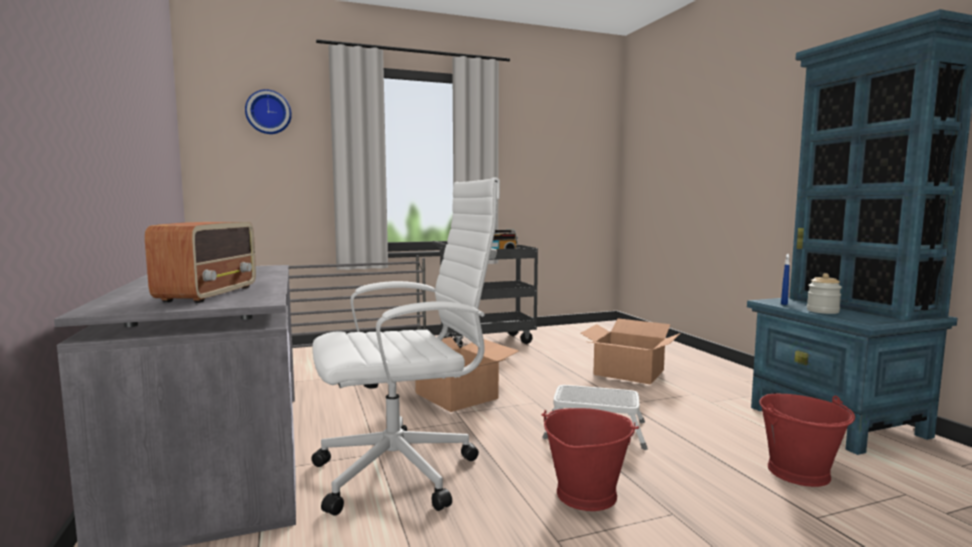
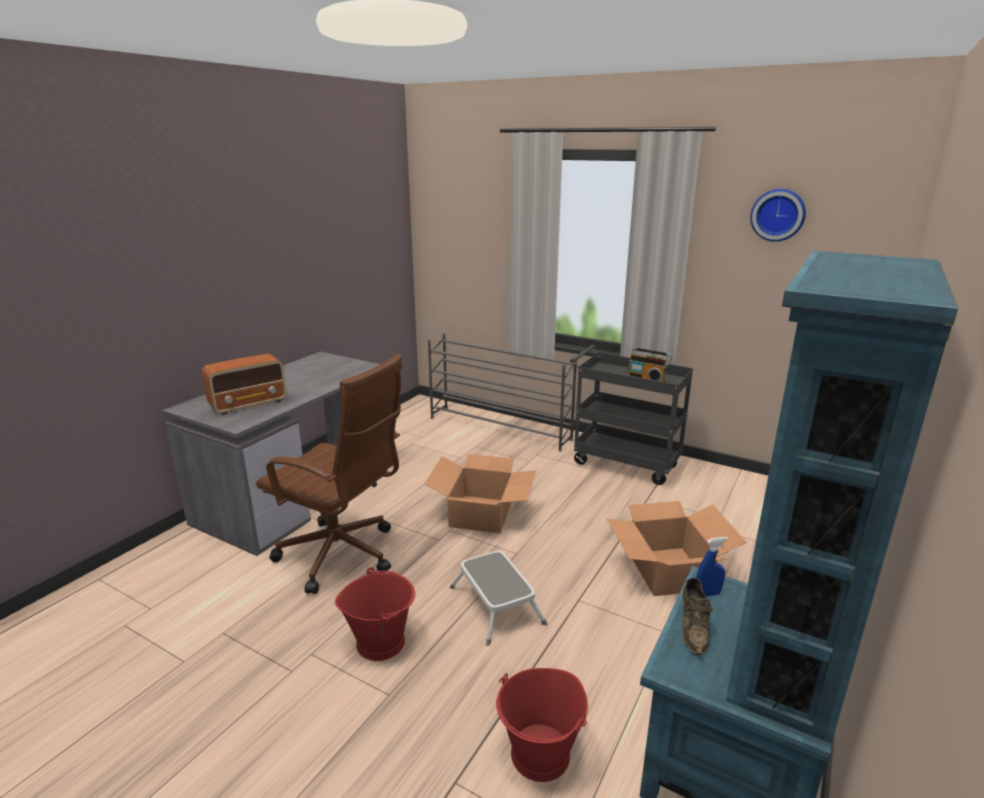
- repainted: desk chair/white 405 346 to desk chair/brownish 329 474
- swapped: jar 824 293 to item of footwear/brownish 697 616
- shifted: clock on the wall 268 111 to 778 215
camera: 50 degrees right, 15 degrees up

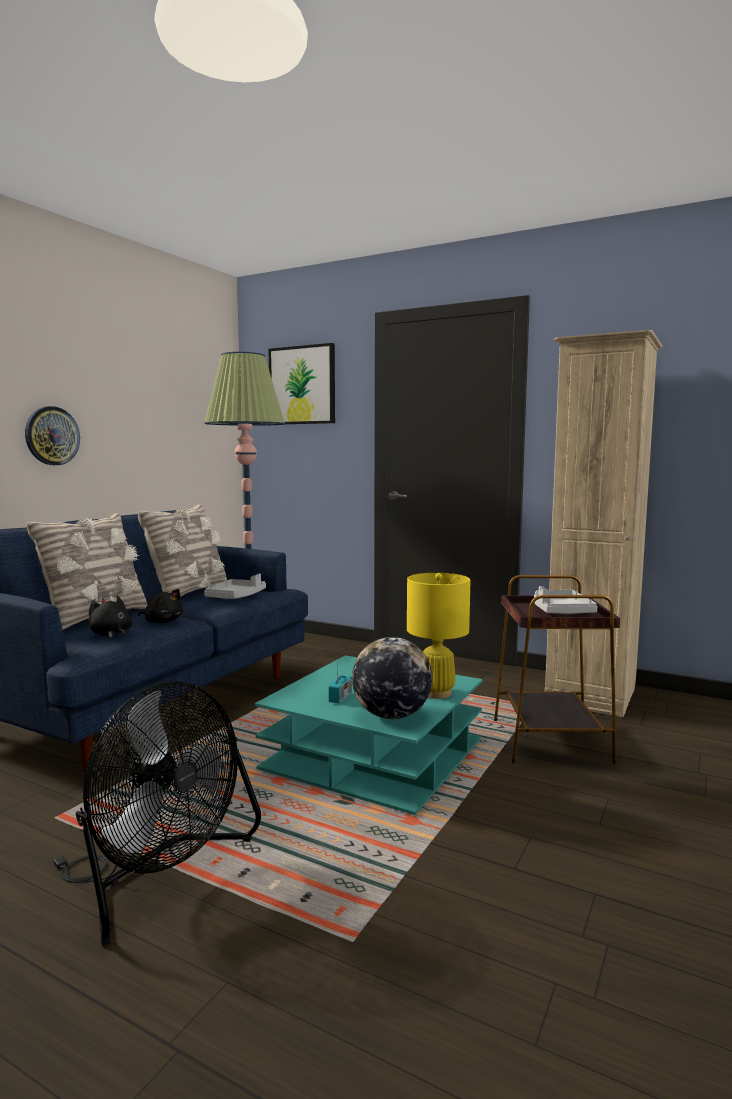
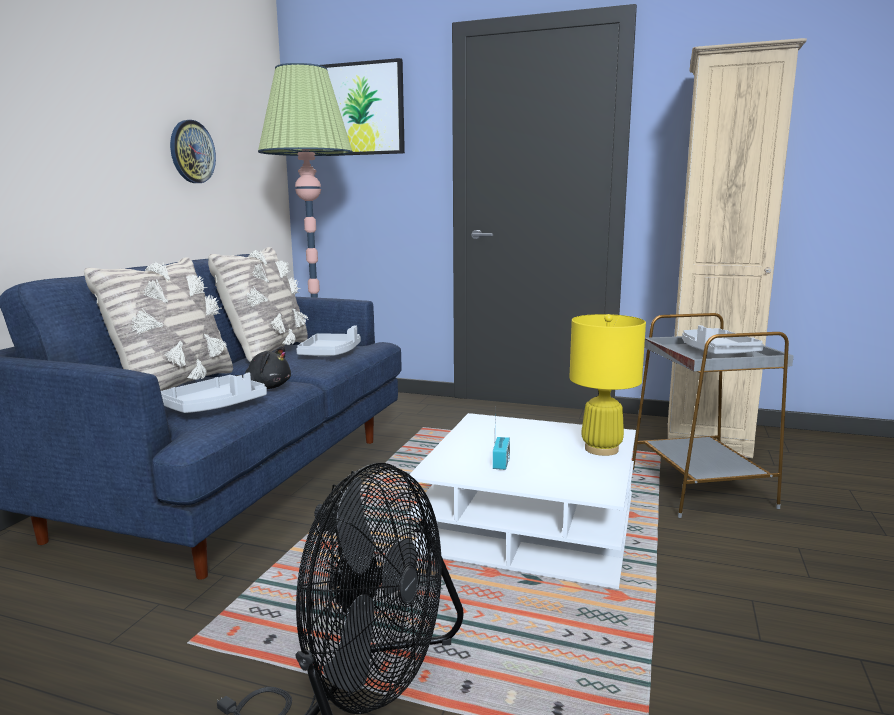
- swapped: plush toy/black 110 617 to carrying tray/gray 214 392
- shifted: clock on the wall 52 435 to 193 151
- repainted: lounge table/blue-green 369 735 to lounge table/white 522 501
- repainted: side table/brownish 557 669 to side table/gray 713 415
- gone: globe 392 678
camera: 10 degrees left, 5 degrees up

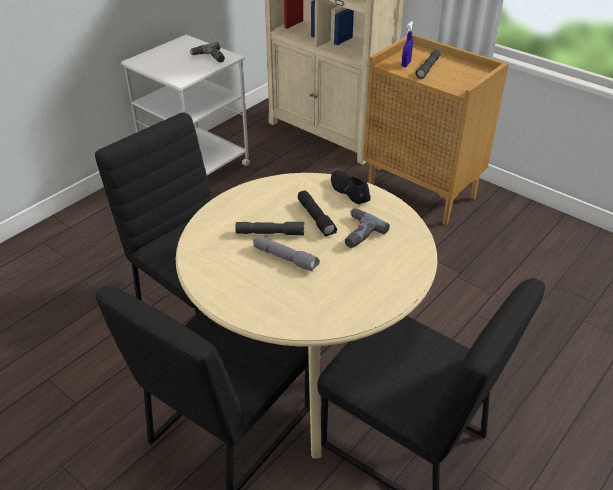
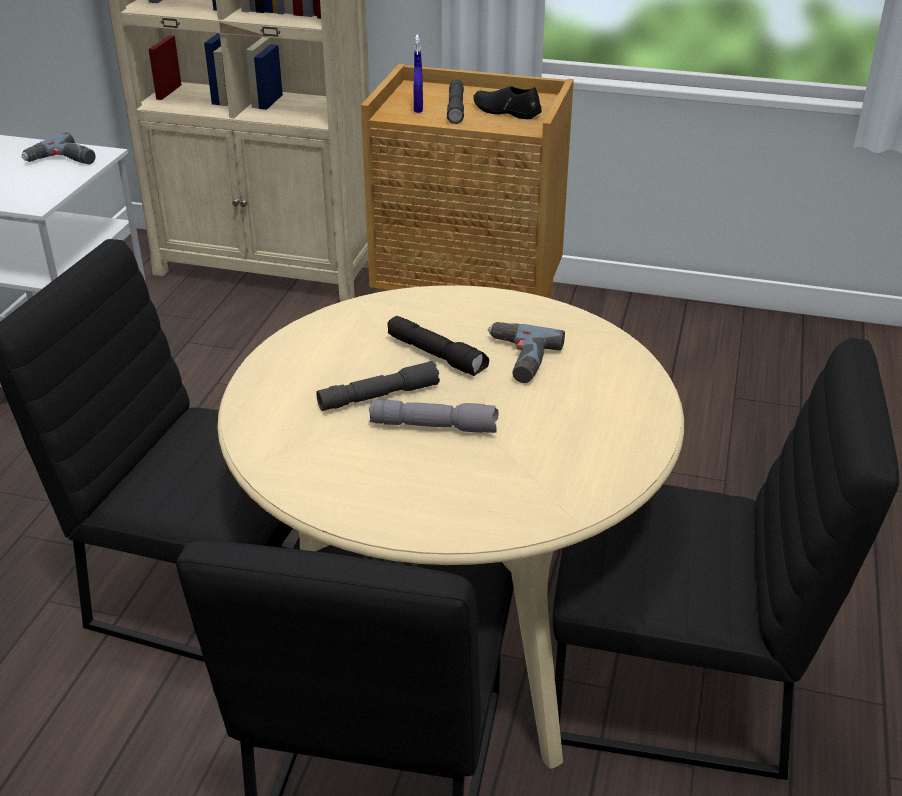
- shifted: item of footwear/black 350 187 to 507 102
camera: 25 degrees left, 5 degrees down

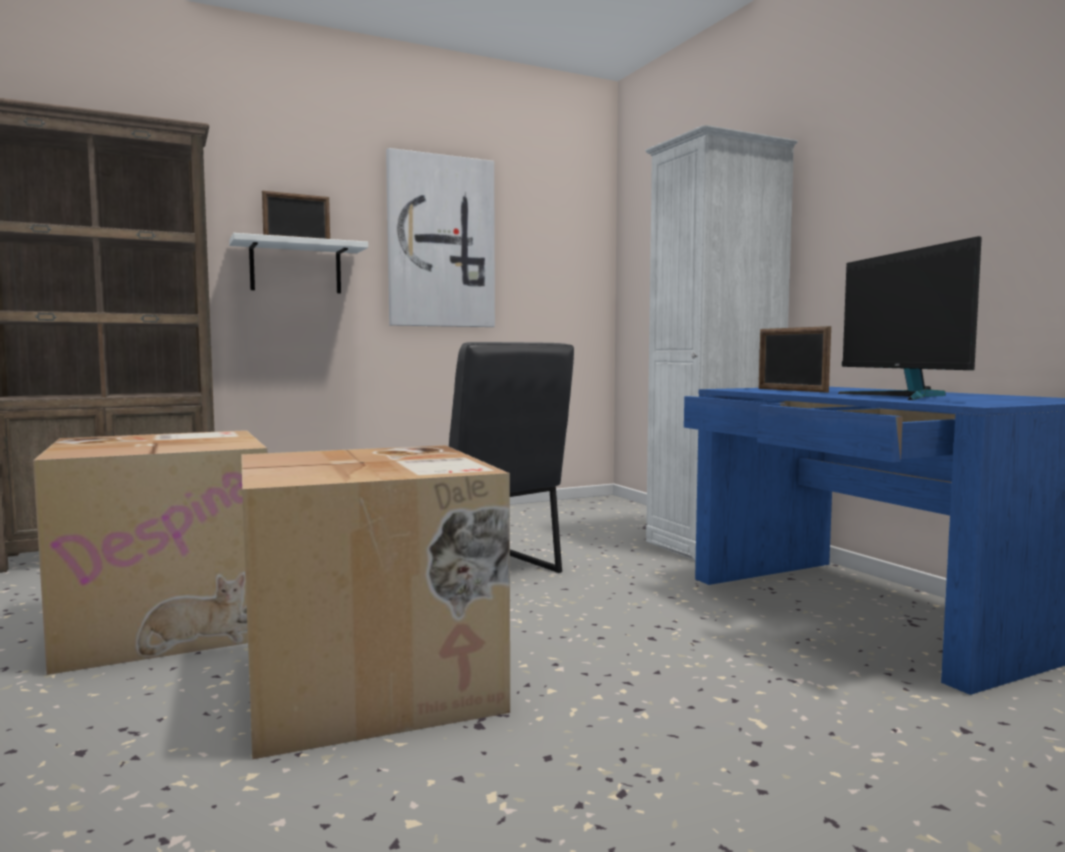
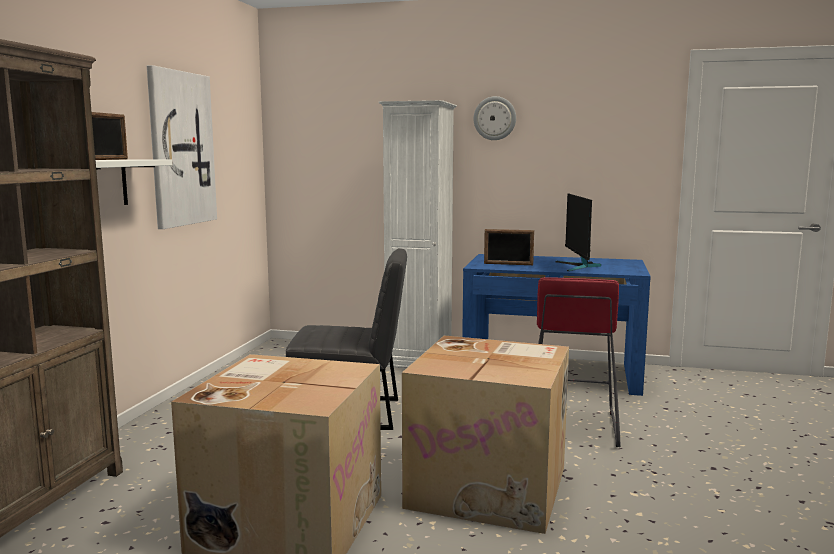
- new: clock on the wall 494 118
- new: sitting stool/reddish 579 362
- rotated: computer screen 910 318 = 578 232 60 degrees clockwise
camera: 50 degrees left, 5 degrees up

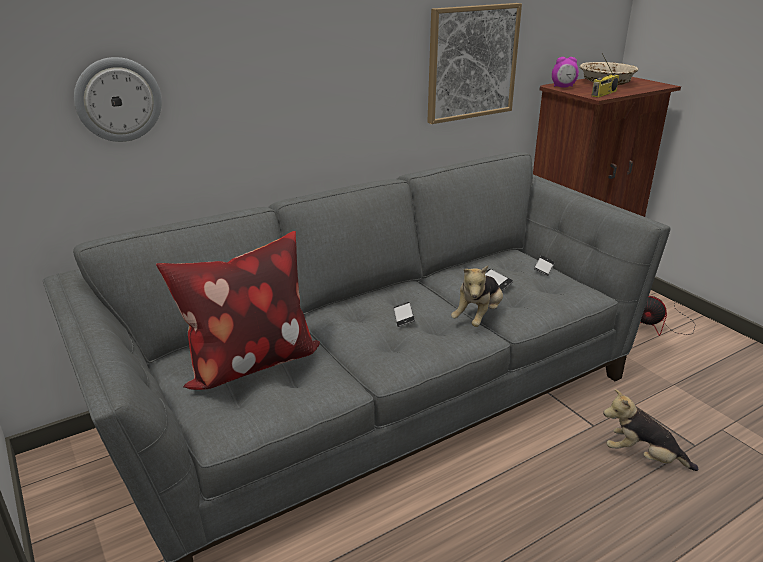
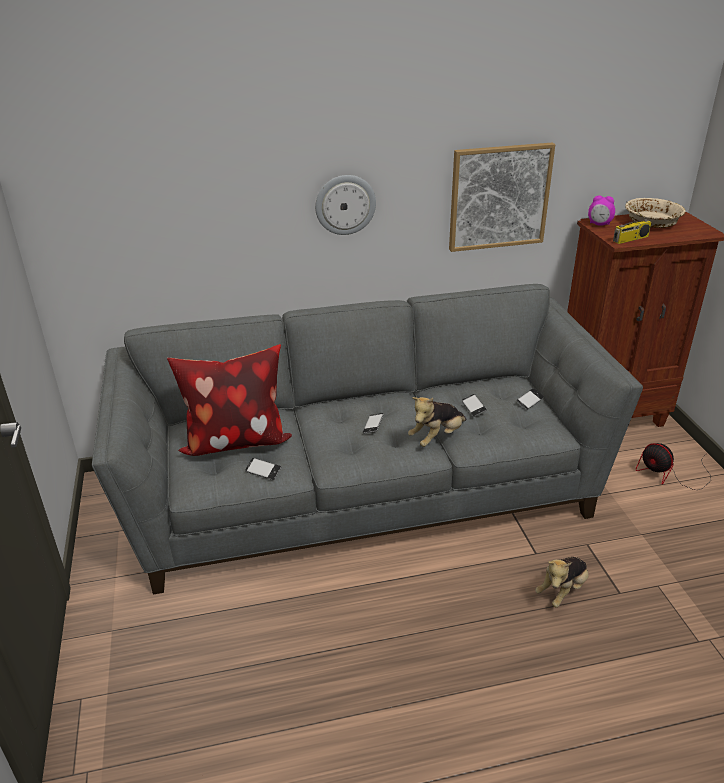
- new: phone 263 469
- shifted: clock on the wall 118 99 to 345 205
- rotated: plush toy 650 430 = 561 582 90 degrees counterclockwise
camera: 20 degrees right, 5 degrees up

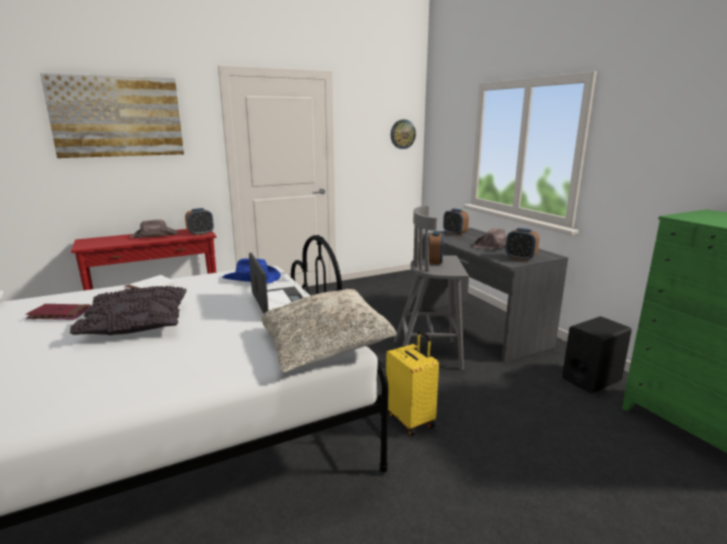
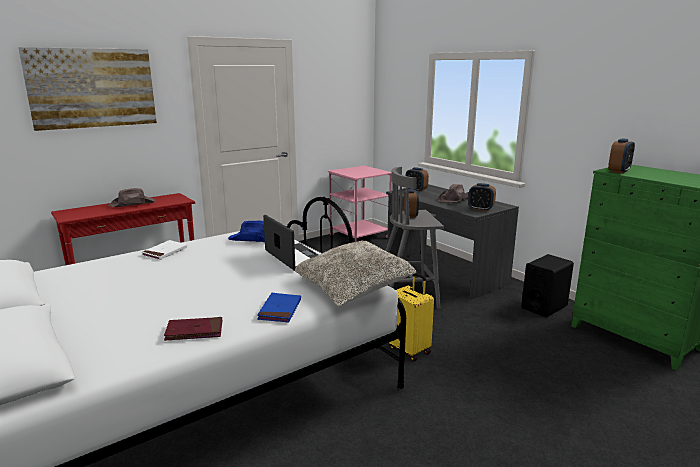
- shifted: bound book/reddish 58 312 to 193 329
- new: bound book/blue-coloured 279 308
- new: cart/pinkish 360 204
- shifted: table clock 199 222 to 621 156
- gone: cushion/black 128 310
- gone: clock on the wall 403 134
camera: 10 degrees left, 0 degrees up

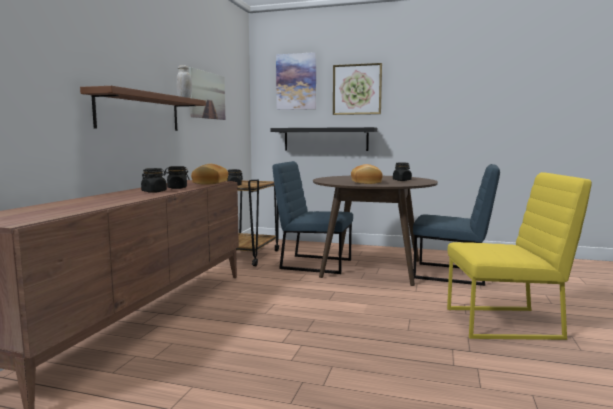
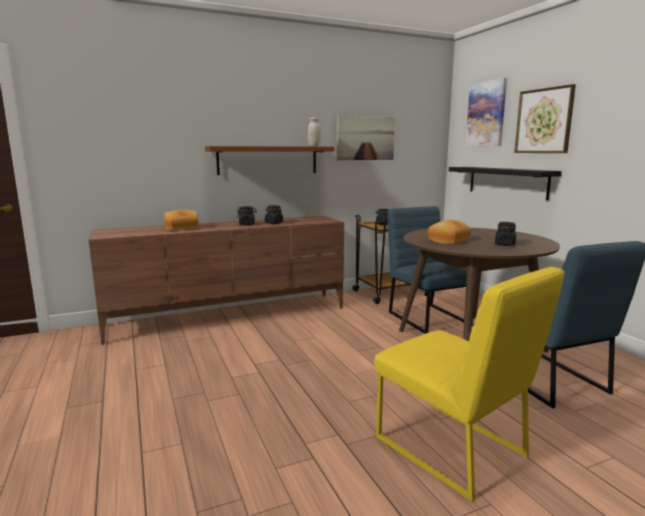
- shifted: baked bread 209 174 to 181 220
camera: 50 degrees right, 5 degrees up

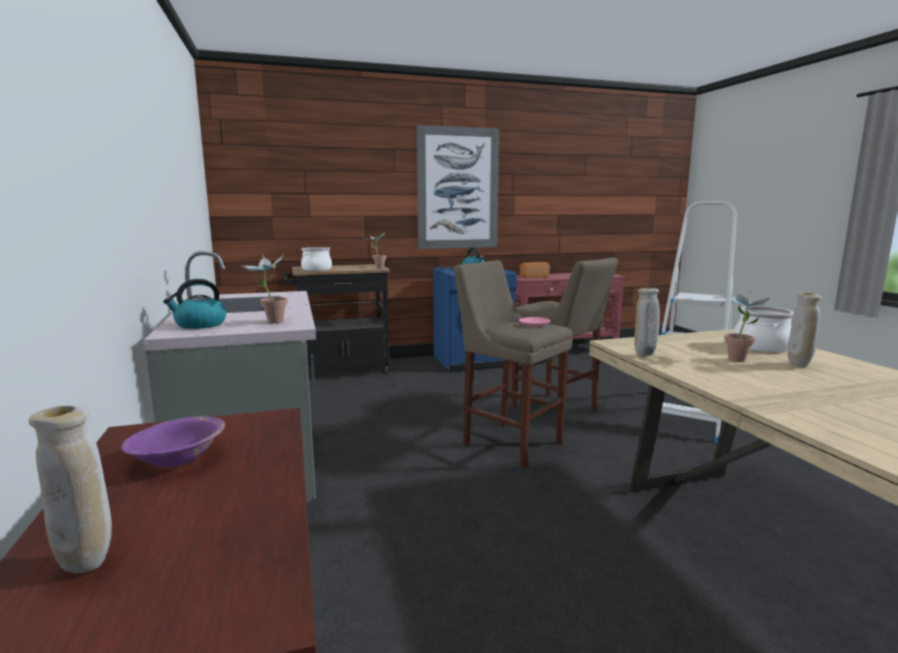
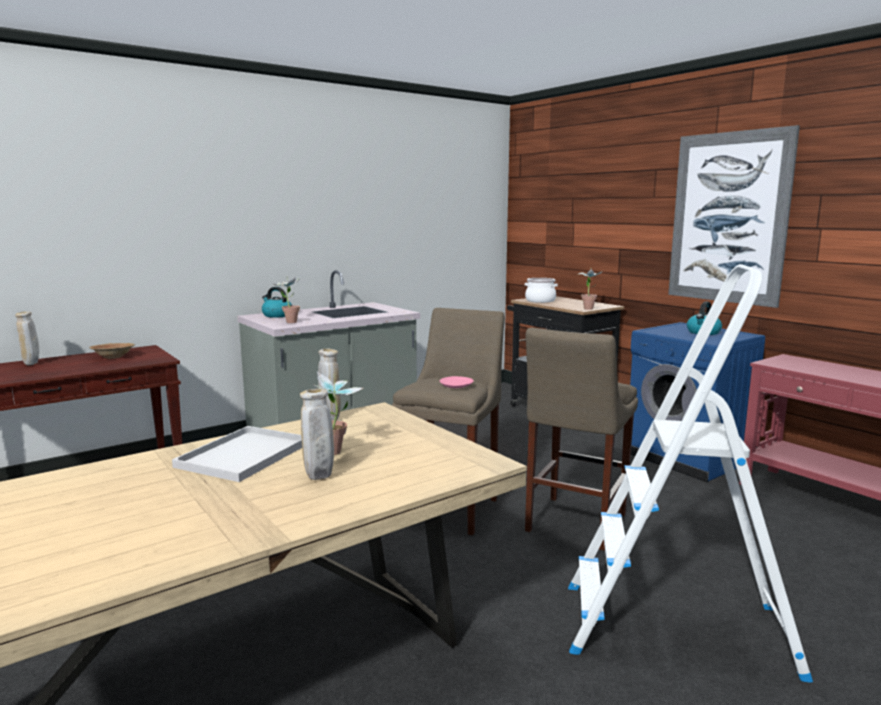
- repainted: bowl/purplish 173 442 to bowl/brownish 112 351
- new: carrying tray/white 237 454
- gone: baked bread 535 270
- gone: stockpot 764 329
camera: 70 degrees right, 0 degrees up

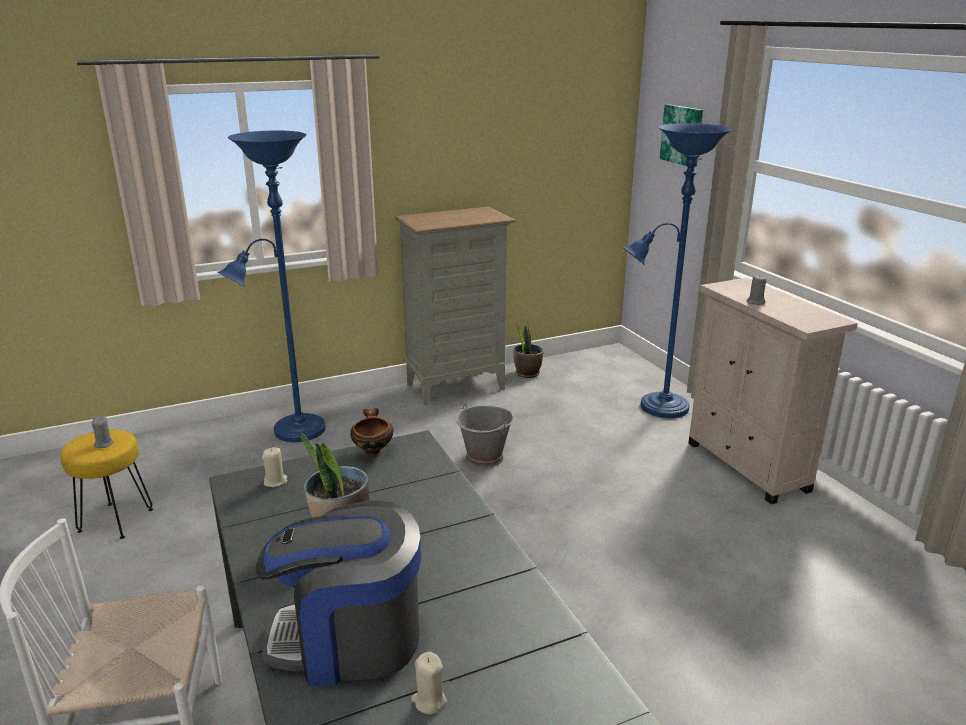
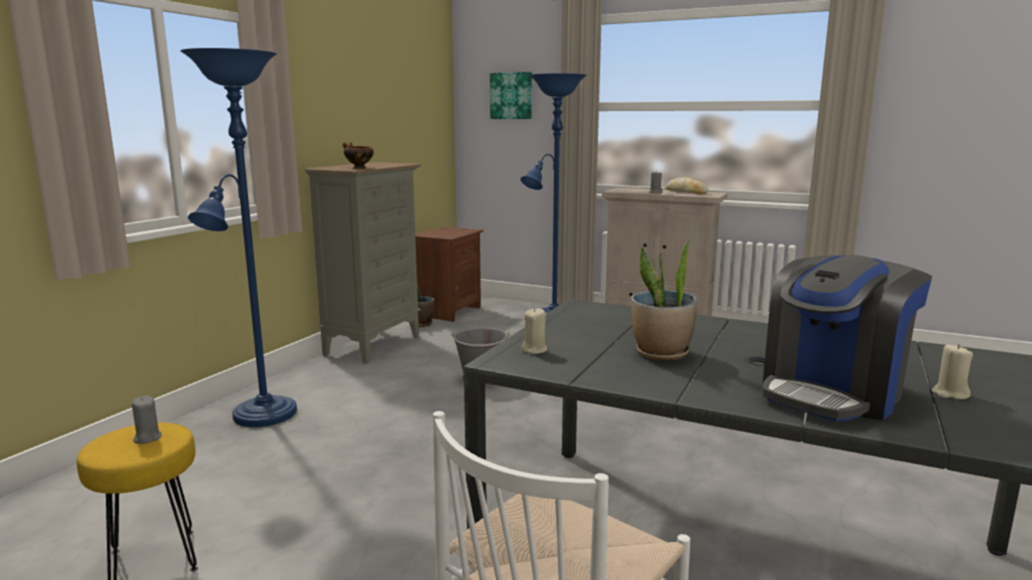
- shifted: bowl 372 432 to 358 155
- new: night table/brownish 449 274
- new: baked bread 687 186
camera: 40 degrees left, 10 degrees down

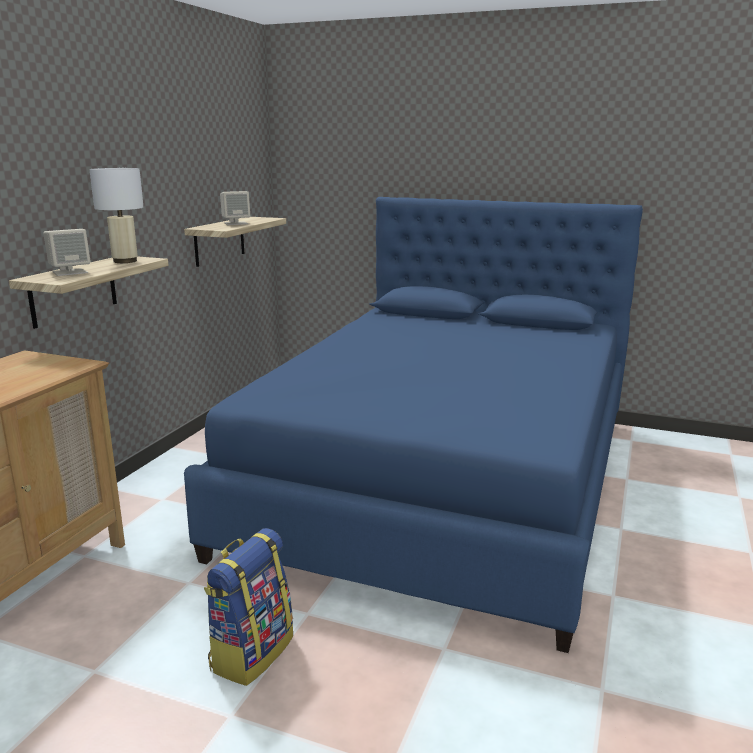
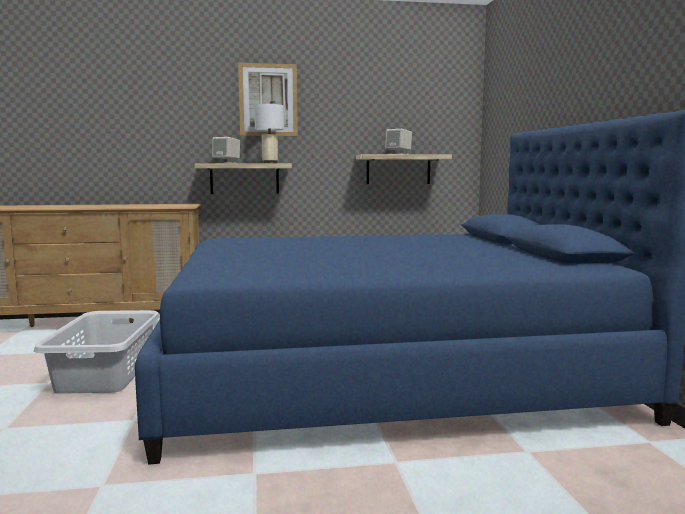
- swapped: backpack 248 607 to laundry basket/gray 97 352
- new: wall art 268 99
camera: 60 degrees right, 10 degrees down

